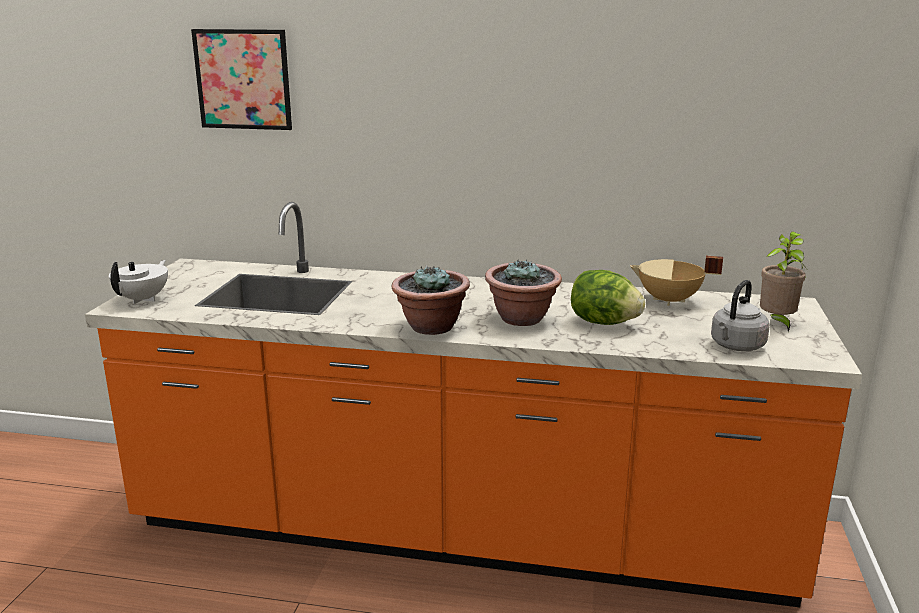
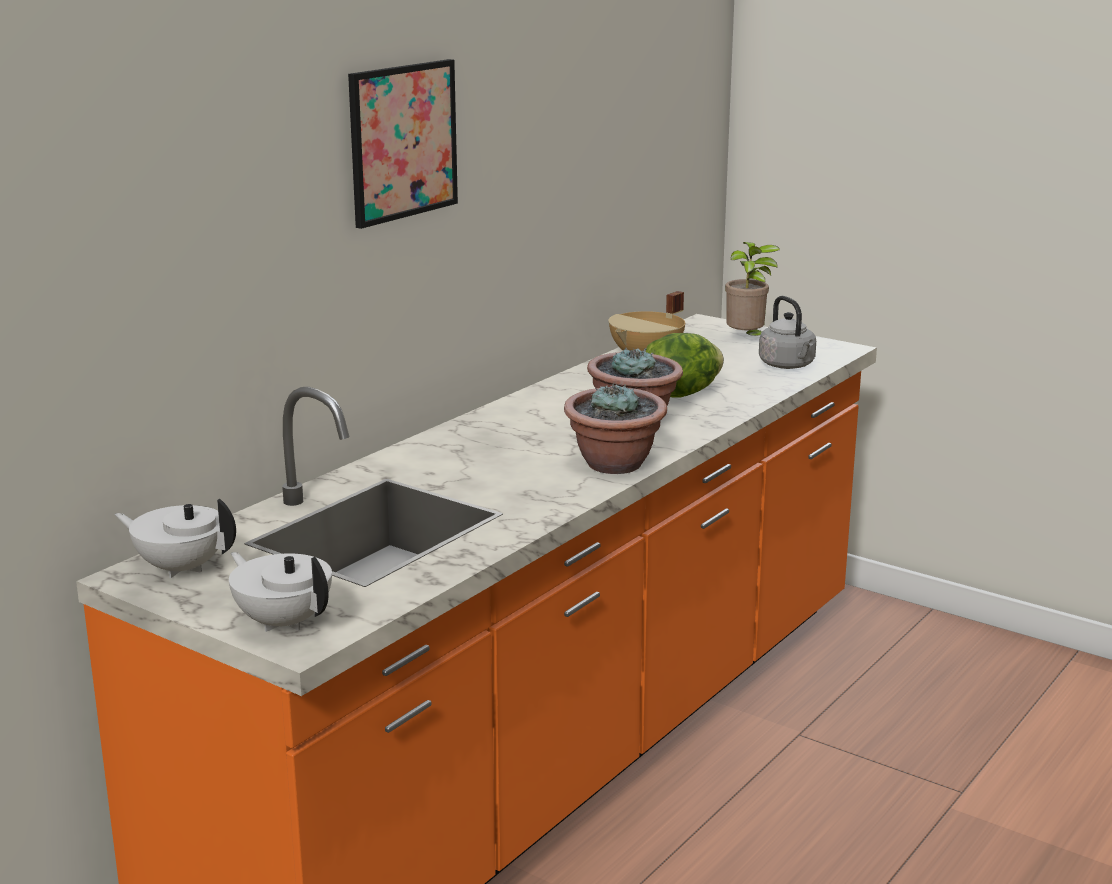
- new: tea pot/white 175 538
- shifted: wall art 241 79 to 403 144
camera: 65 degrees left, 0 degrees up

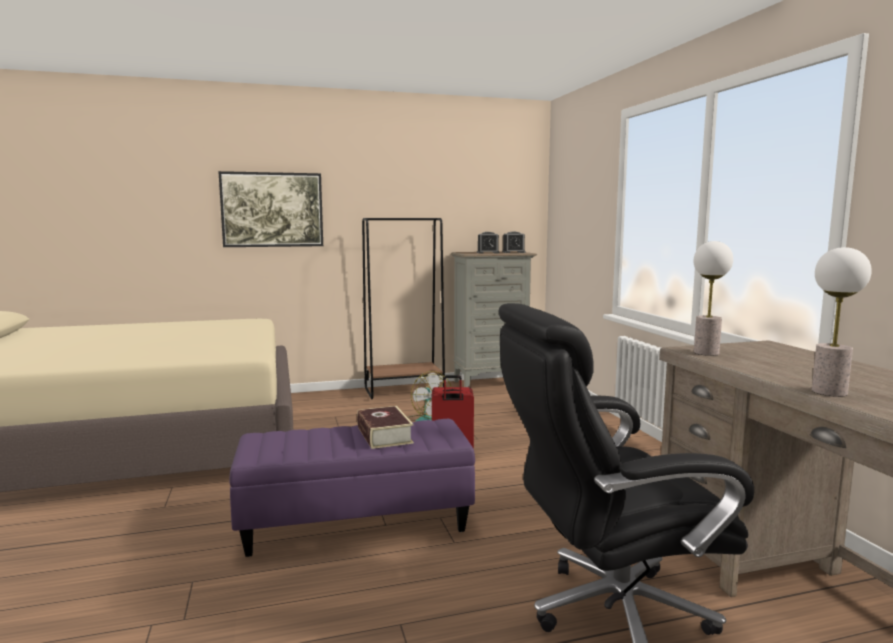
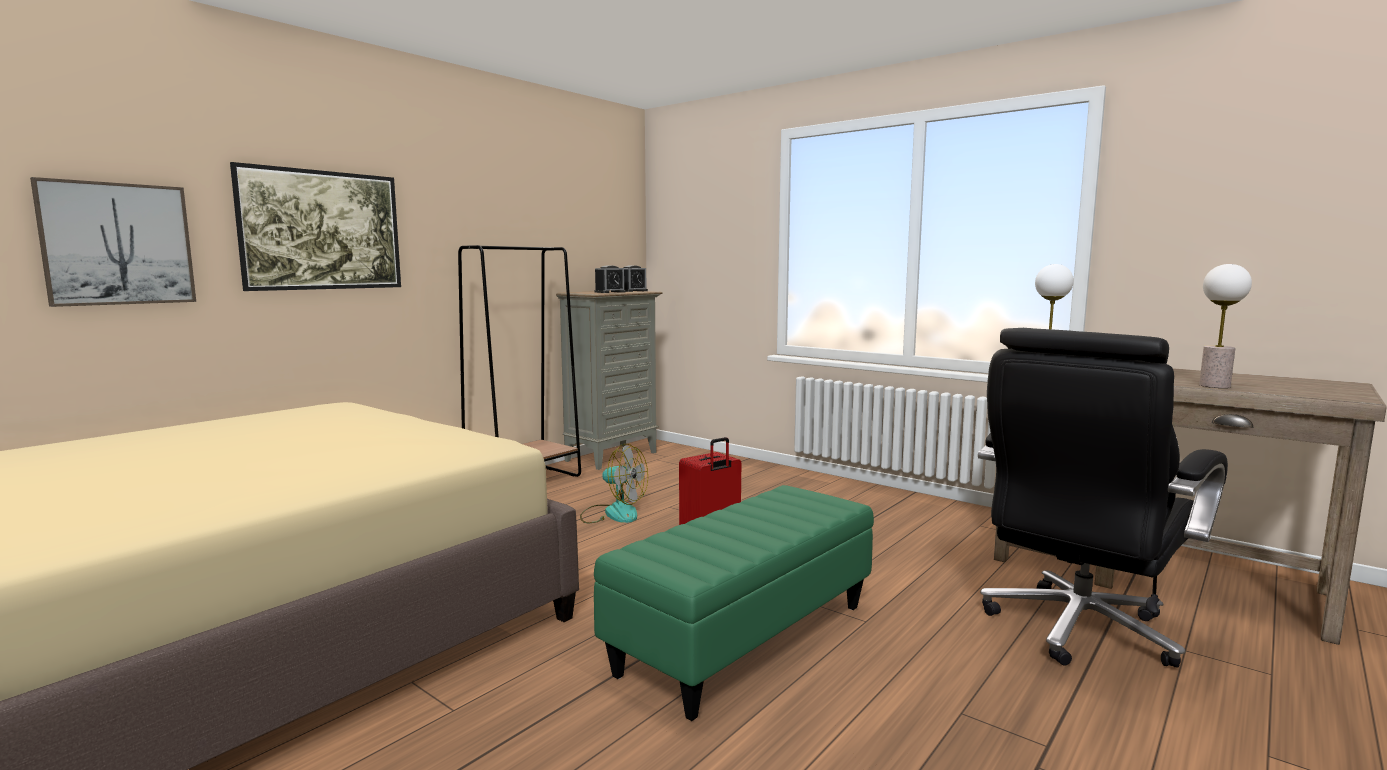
- new: wall art 113 242
- repainted: pouffe/purplish 352 488 to pouffe/green 734 603
- gone: bound book 385 427
camera: 35 degrees left, 0 degrees up

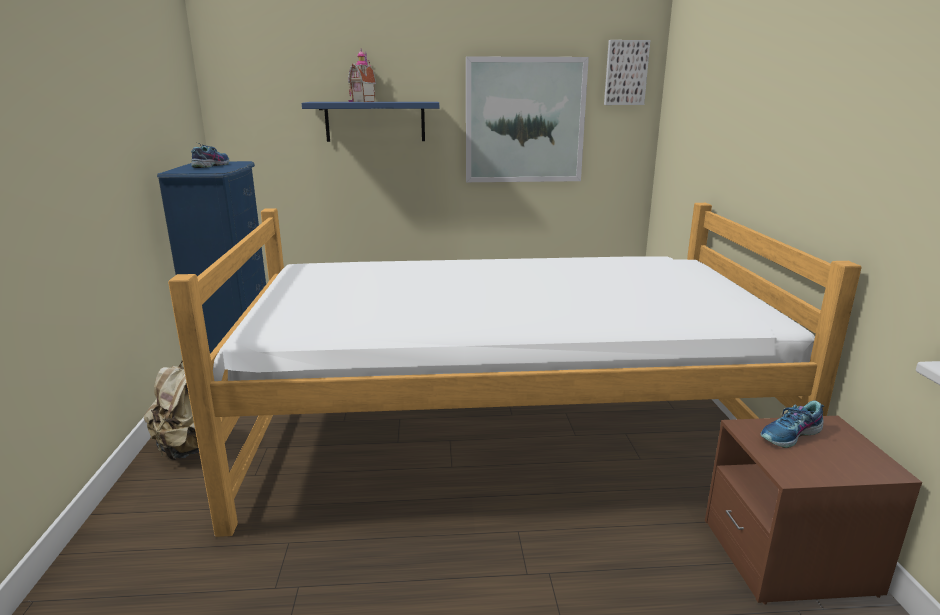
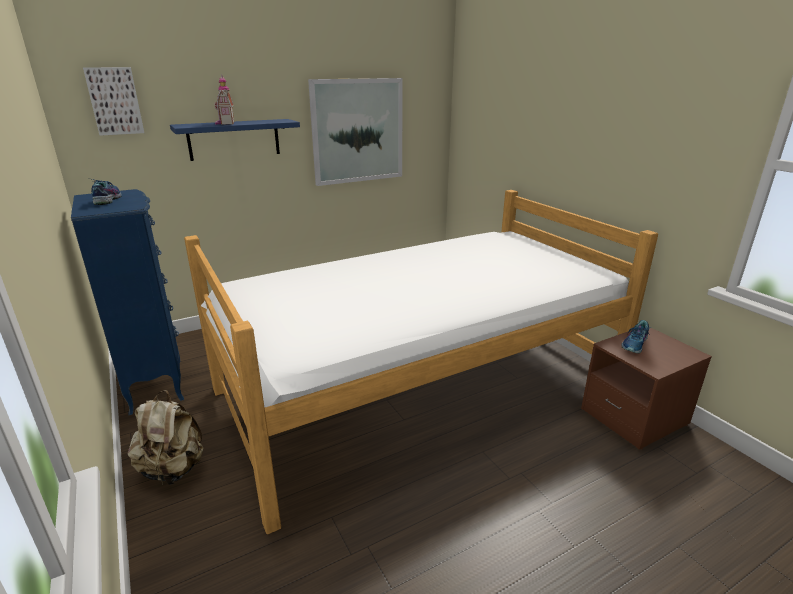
- shifted: wall art 627 72 to 113 101
camera: 25 degrees left, 5 degrees up

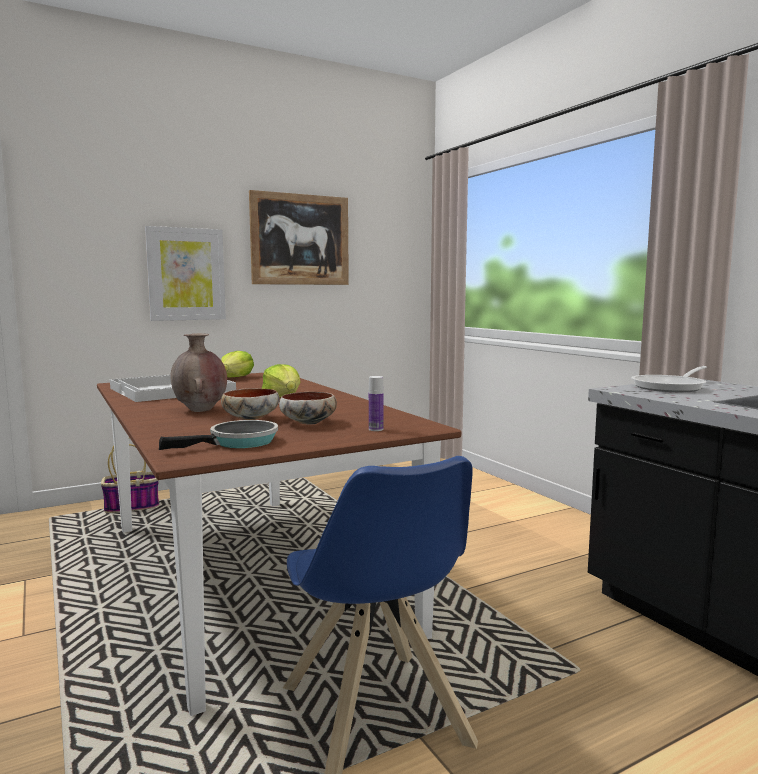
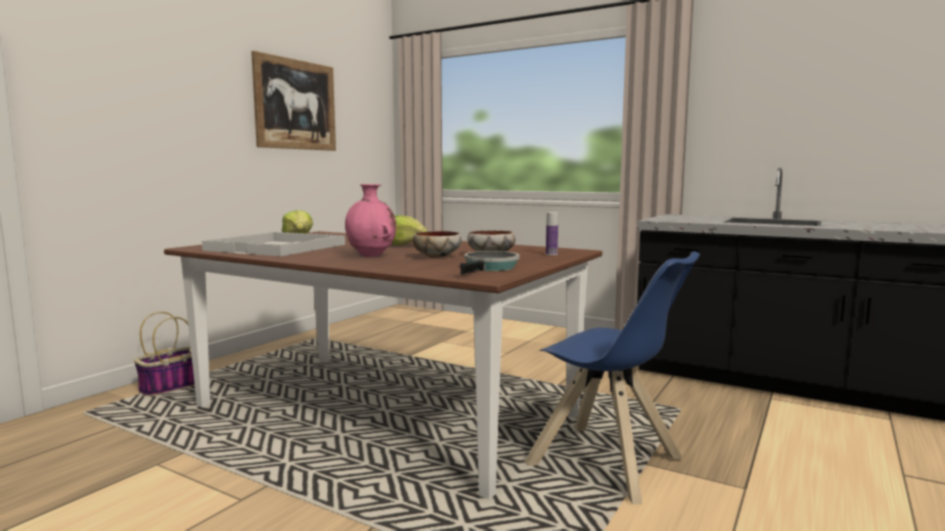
- repainted: vase/brownish 199 372 to vase/pinkish 370 220
- gone: wall art 185 273
- gone: skillet 669 379
camera: 30 degrees left, 0 degrees up

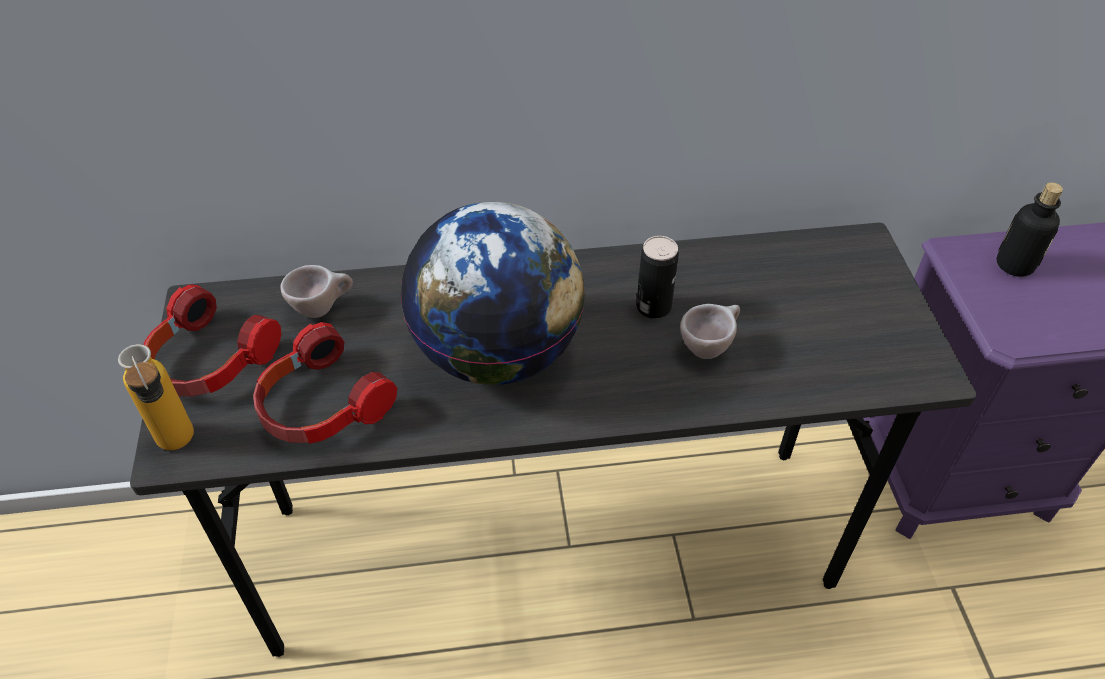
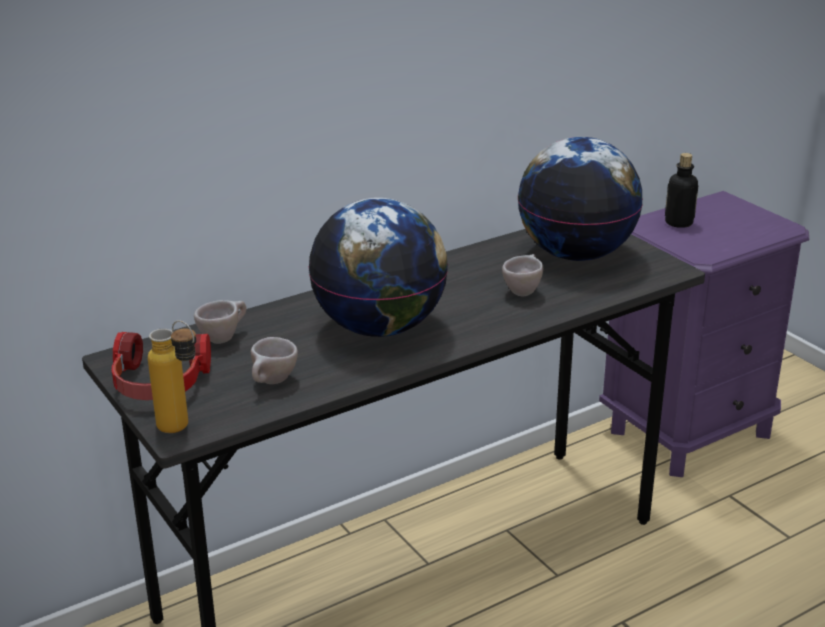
- swapped: headphones 325 383 to cup/beige-coloured 274 360
- new: globe 580 199
- gone: can 657 277
camera: 25 degrees left, 20 degrees down

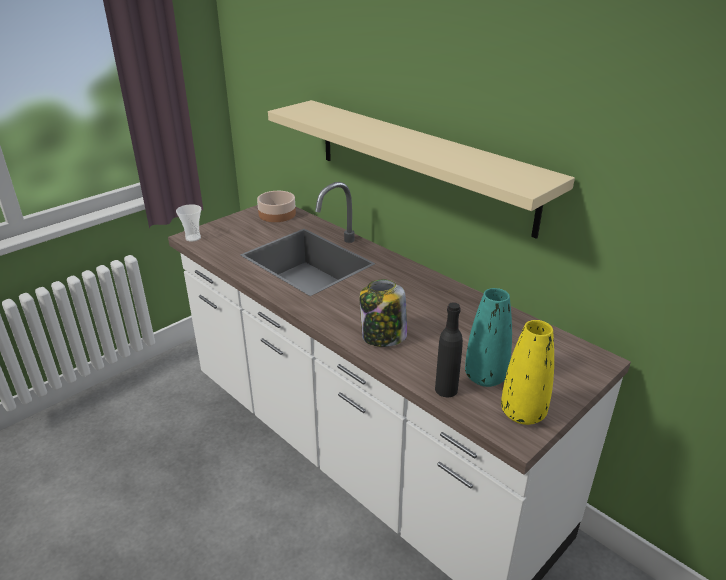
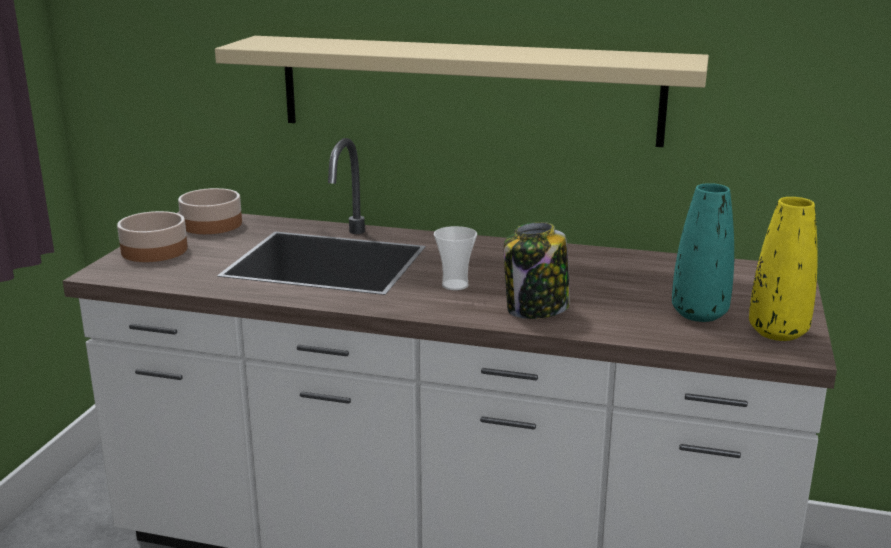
- new: bowl 152 236
- shifted: cup 188 223 to 455 258
- gone: drink bottle/black 449 349
camera: 30 degrees left, 10 degrees down

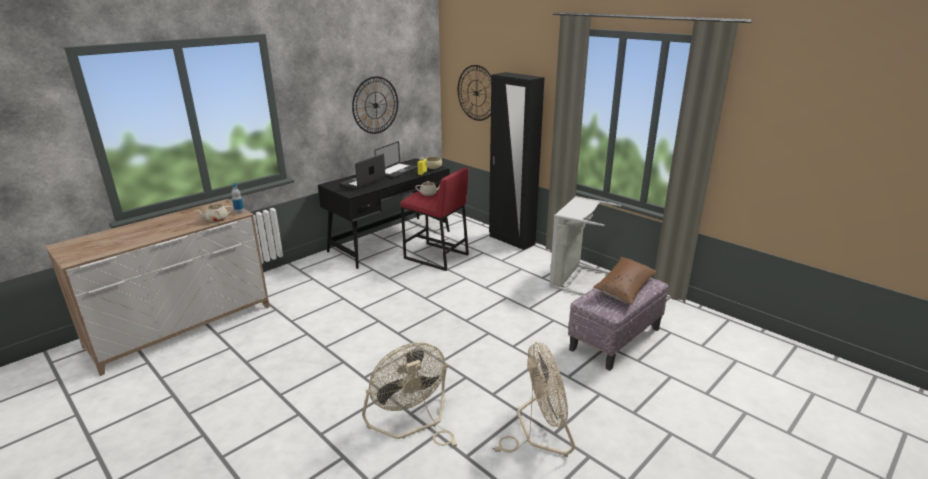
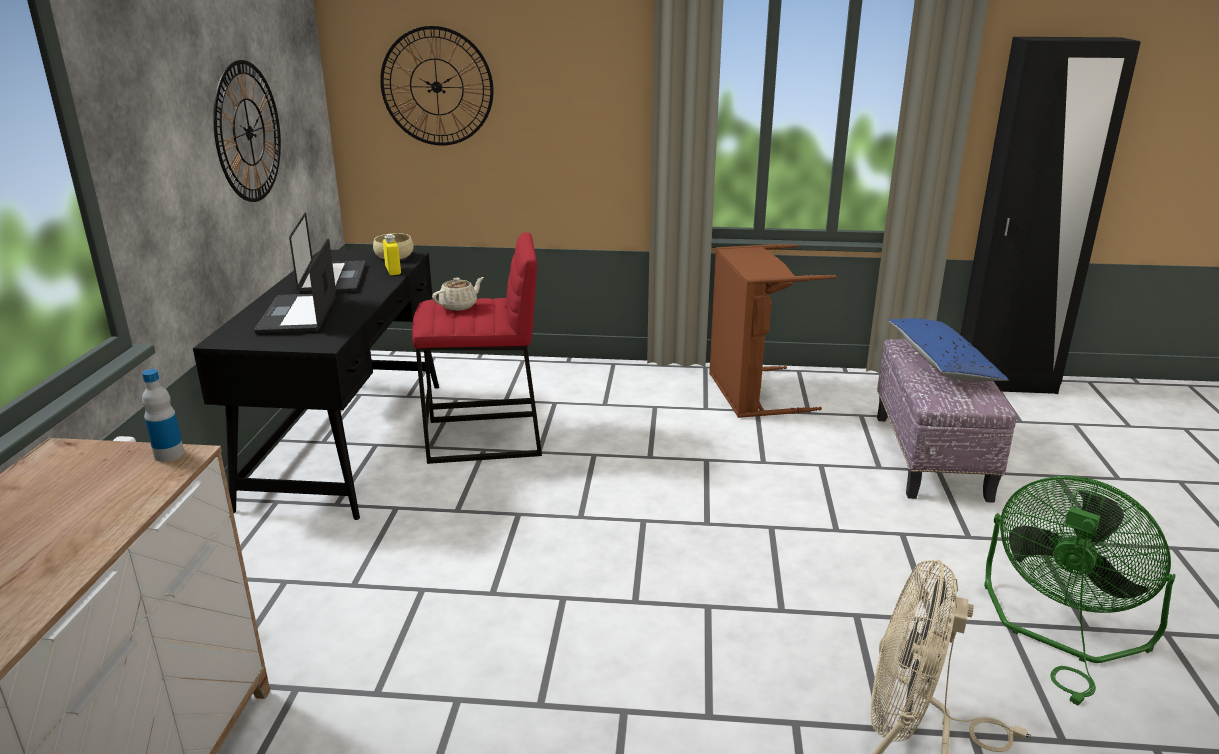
- repainted: laundry basket/gray 585 245 to laundry basket/brownish 772 331
- repainted: cushion/brownish 625 281 to cushion/blue-coloured 948 350
- shifted: armoire/black 517 161 to 1051 215
- repainted: cooling fan/beige-coloured 534 399 to cooling fan/green 1080 591
- gone: tea pot/beige-coloured 214 212
camera: 40 degrees left, 0 degrees up

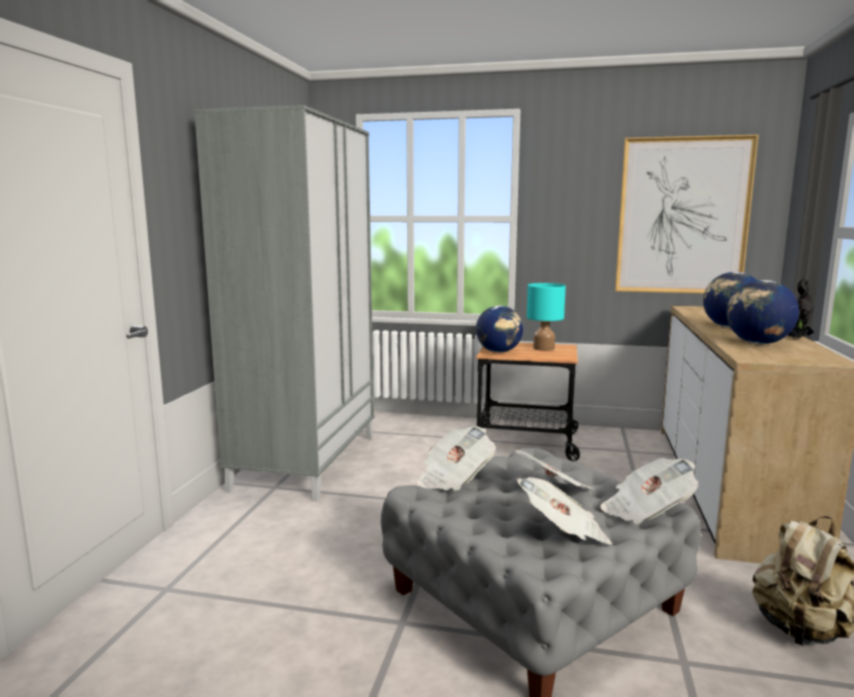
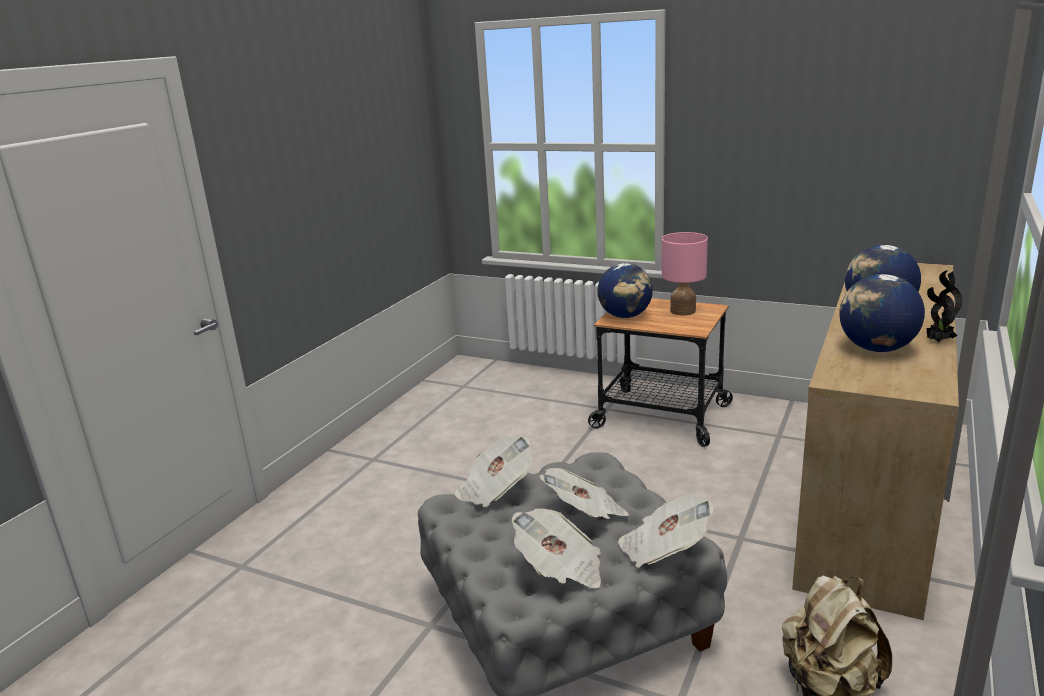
- repainted: table lamp/blue-green 546 317 to table lamp/pinkish 685 274
- gone: armoire/gray 284 303
- gone: wall art 687 214
camera: 15 degrees right, 10 degrees up

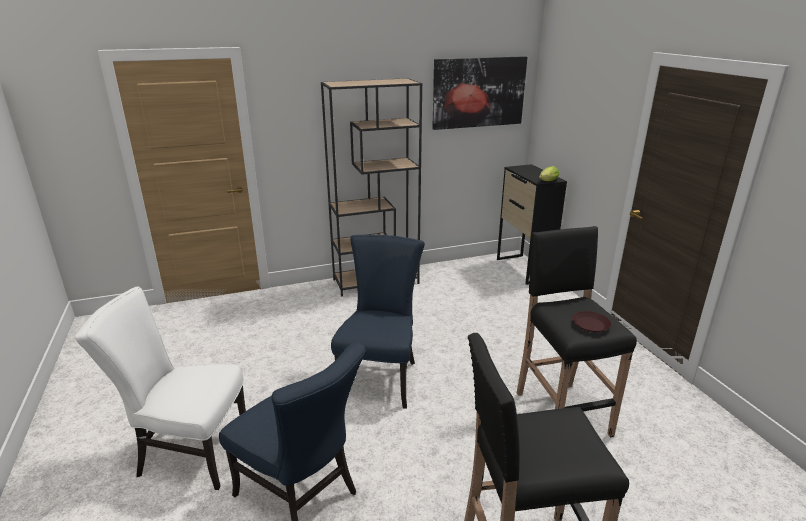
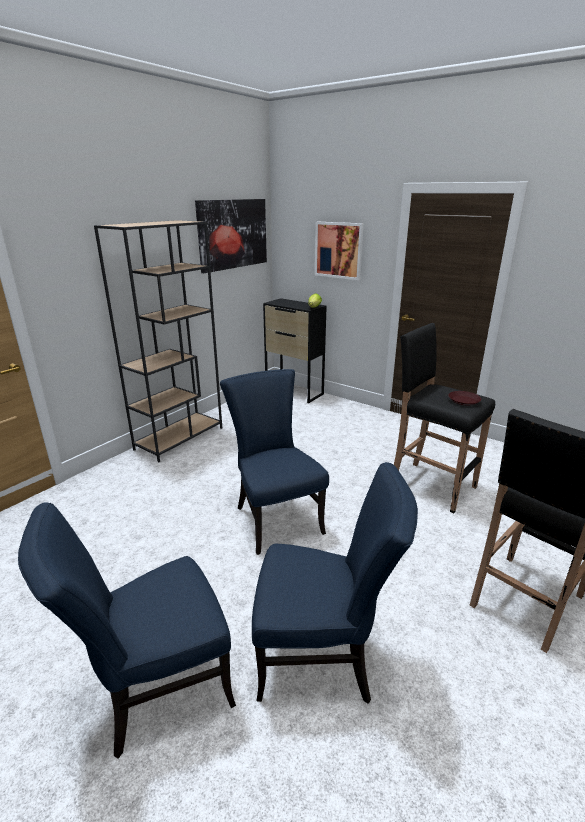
- repainted: plain chair/white 160 388 to plain chair/blue-coloured 127 630
- new: wall art 339 251
camera: 35 degrees left, 0 degrees up

